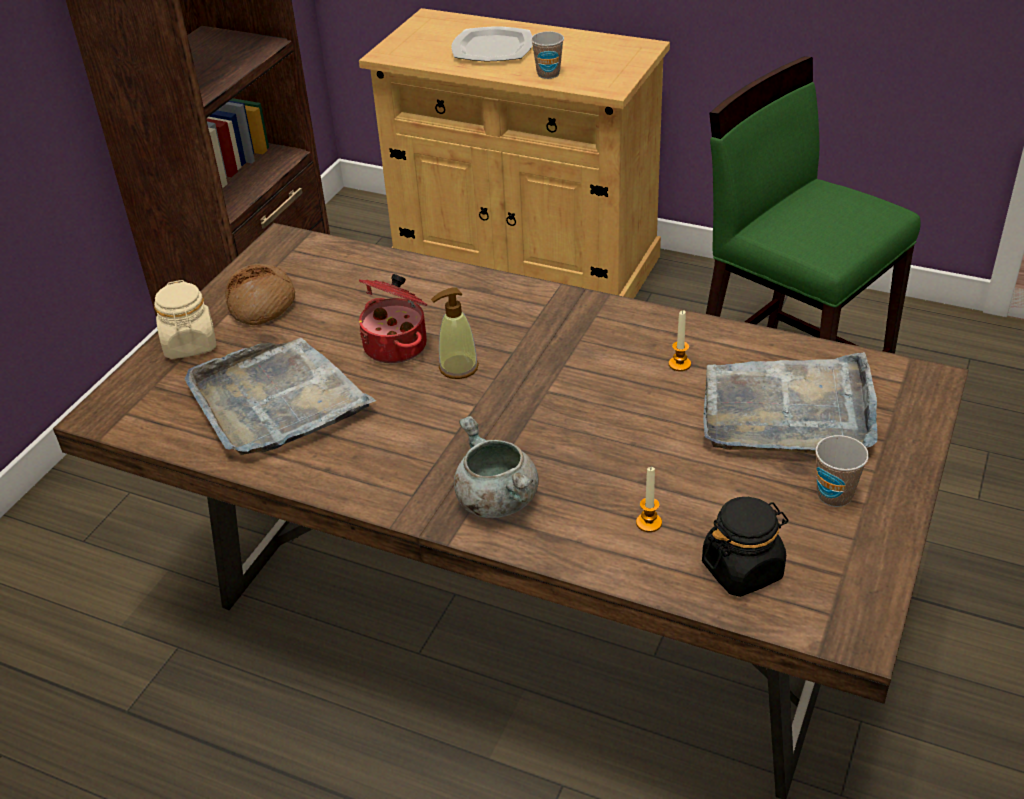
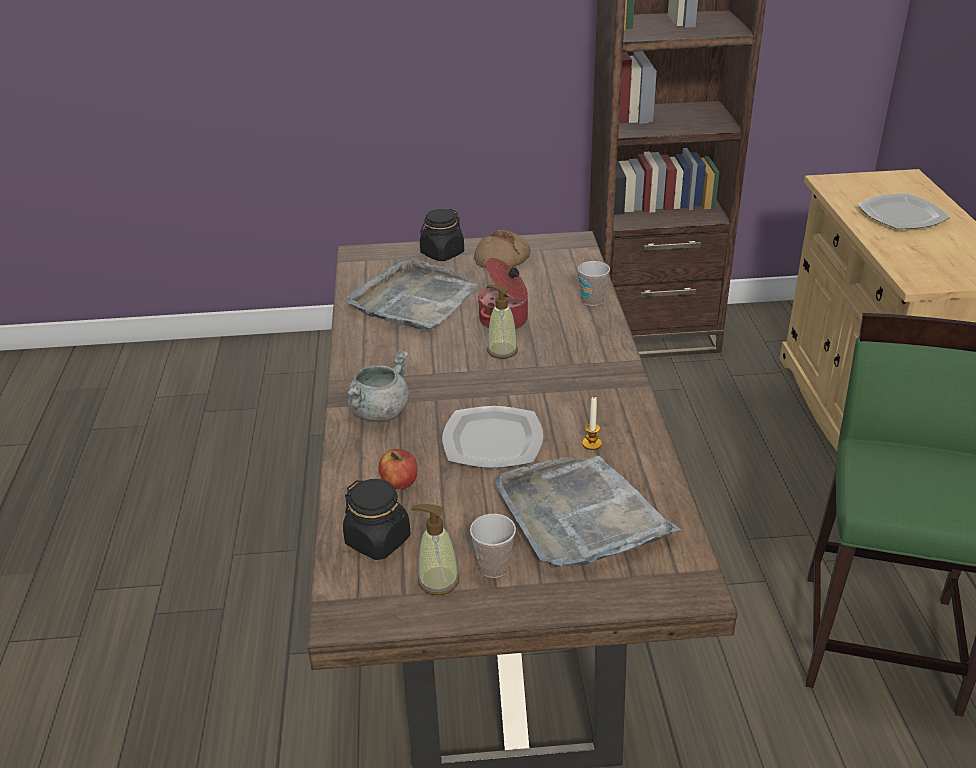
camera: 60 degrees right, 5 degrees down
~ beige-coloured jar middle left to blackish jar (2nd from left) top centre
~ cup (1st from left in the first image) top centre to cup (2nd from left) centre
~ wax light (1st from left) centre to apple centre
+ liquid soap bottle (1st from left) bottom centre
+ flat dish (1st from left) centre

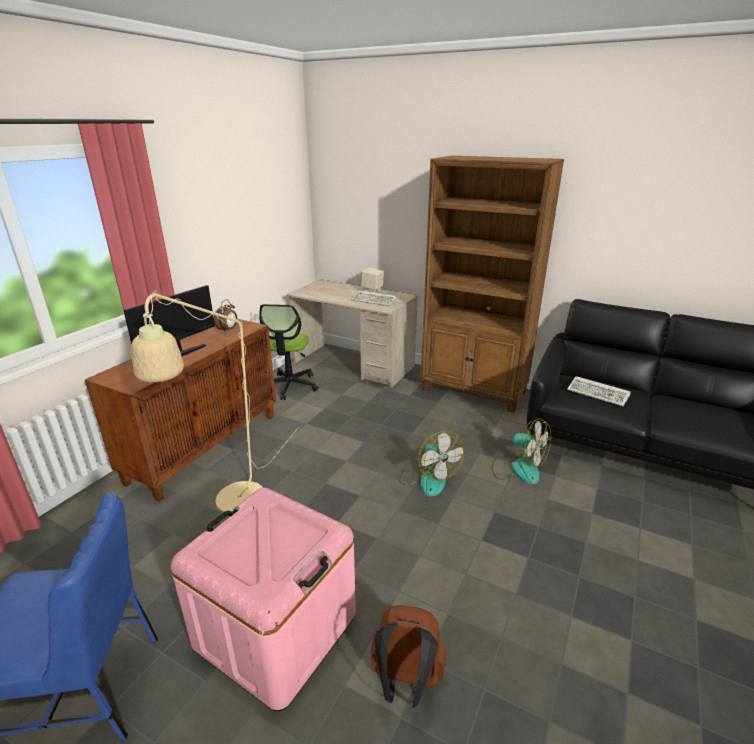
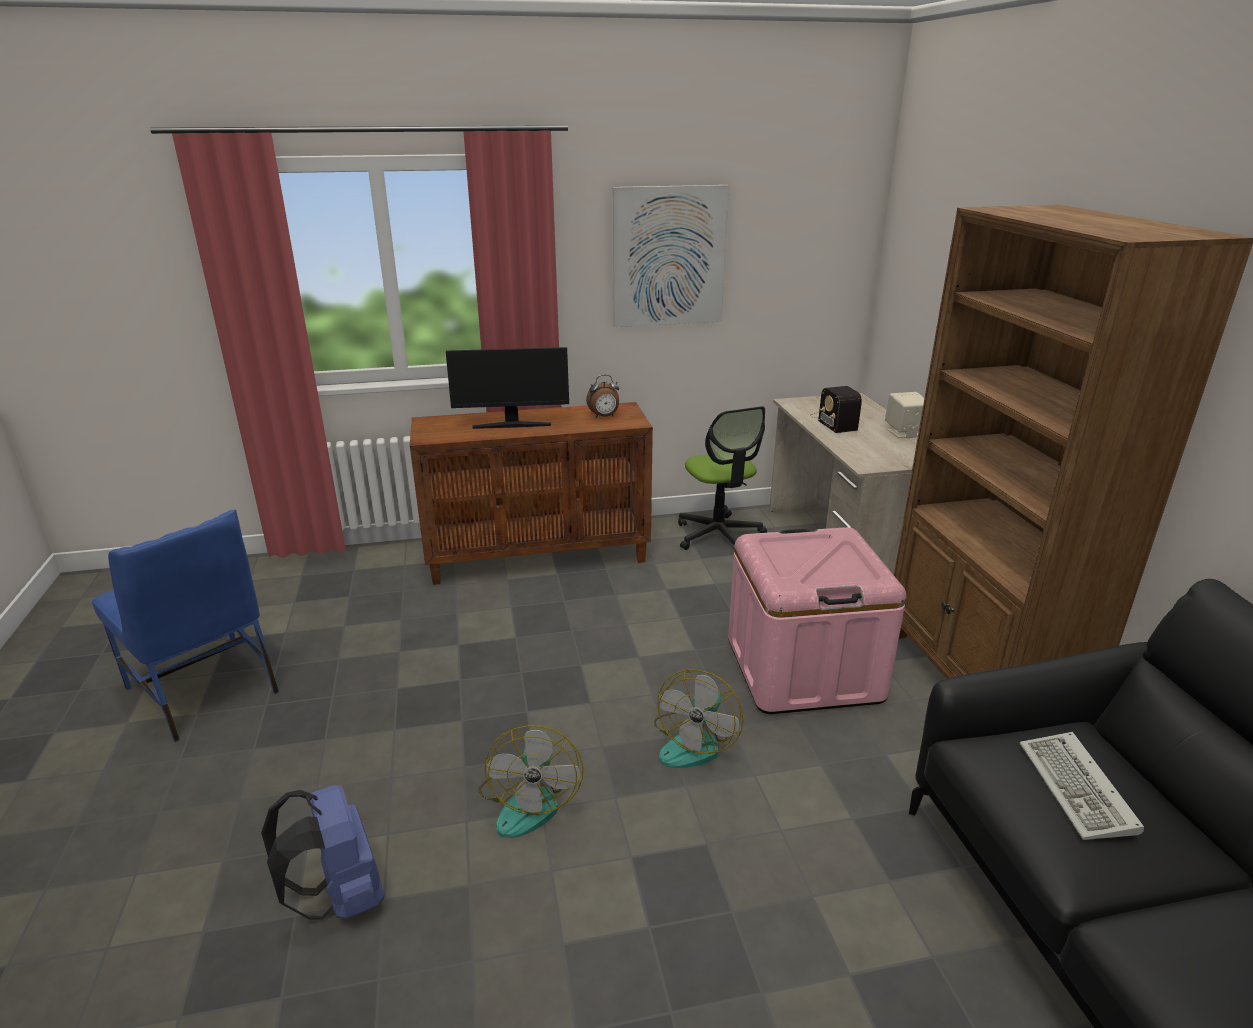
camera: 50 degrees right, 0 degrees up
- beige-coloured standard lamp middle left
~ pink-coloured storage container bottom centre to centre
~ office chair centre = centre 75 degrees counterclockwise
- PC keyboard (1st from left) centre
~ brownish backpack bottom centre to blue backpack bottom left
~ fan (2nd from left in the first image) middle right to fan (1st from left) bottom centre
+ picture top centre
+ radio set middle right

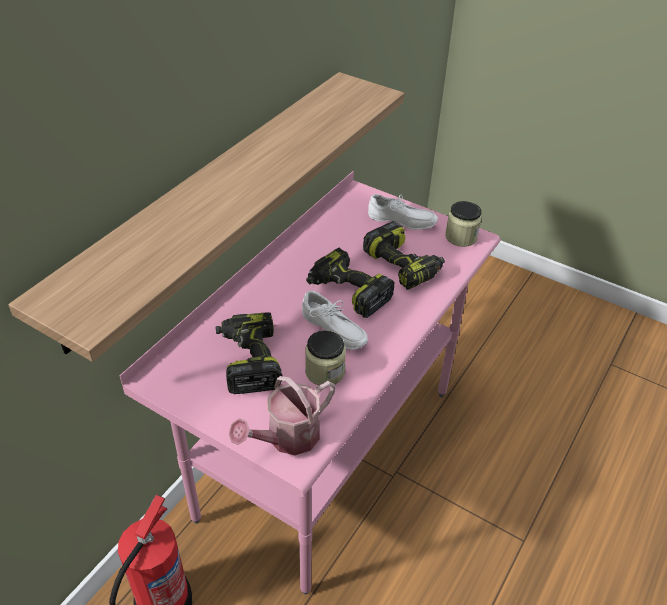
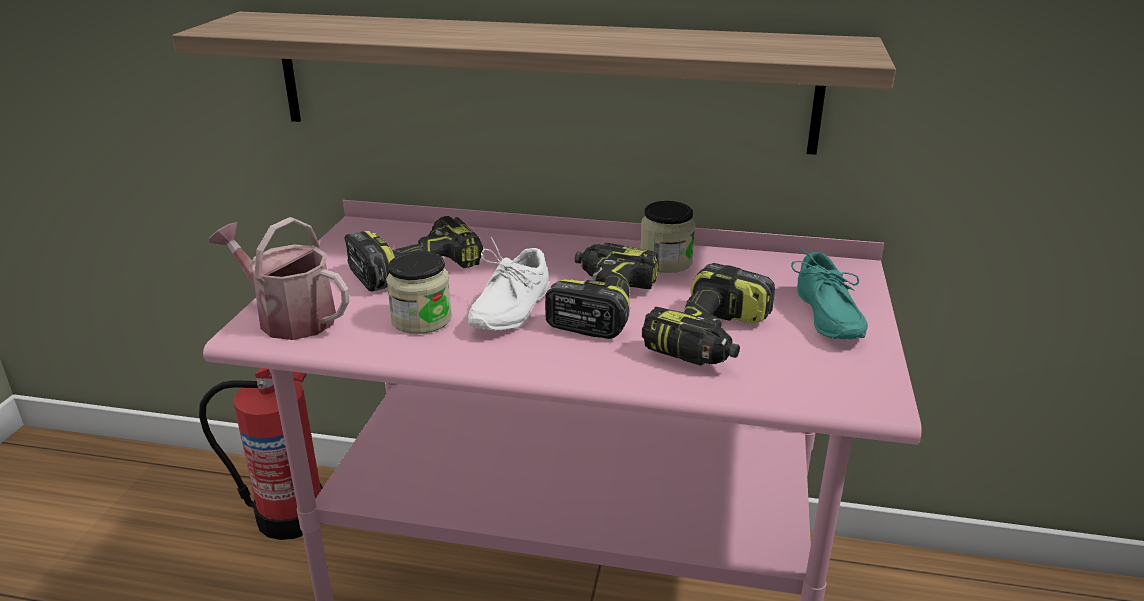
camera: 70 degrees right, 15 degrees down
~ white-coloured shoe (2nd from left) centre to turquoise shoe middle right
~ jar (2nd from left) middle right to centre

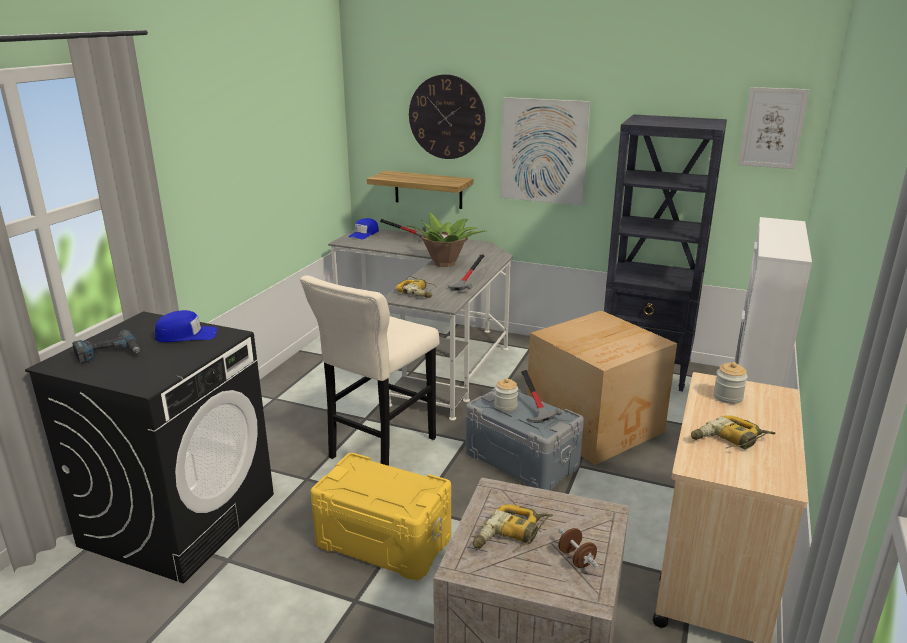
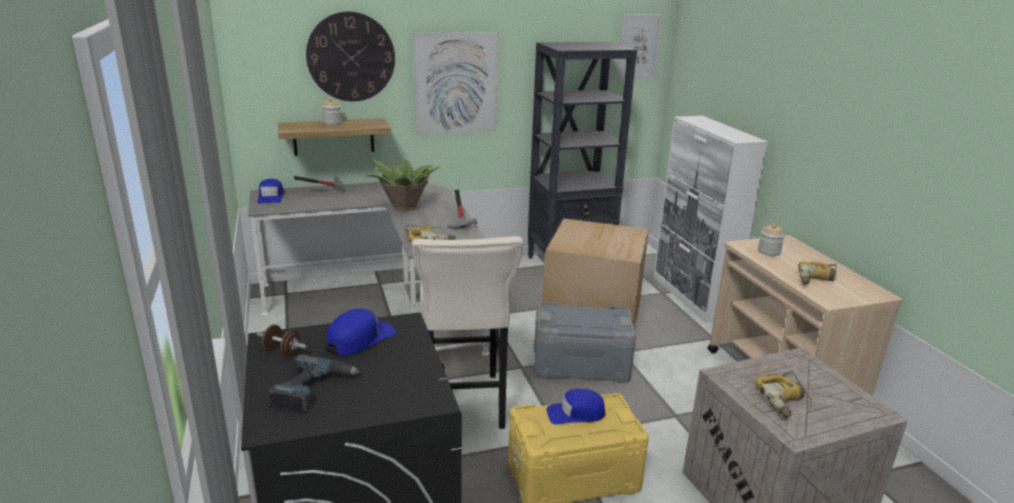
camera: 40 degrees left, 0 degrees up
~ jar (1st from left) centre to top left
- hammer (3rd from left) centre
~ brownish hand weight bottom centre to bottom left
+ blue peaked cap (3rd from left) bottom centre

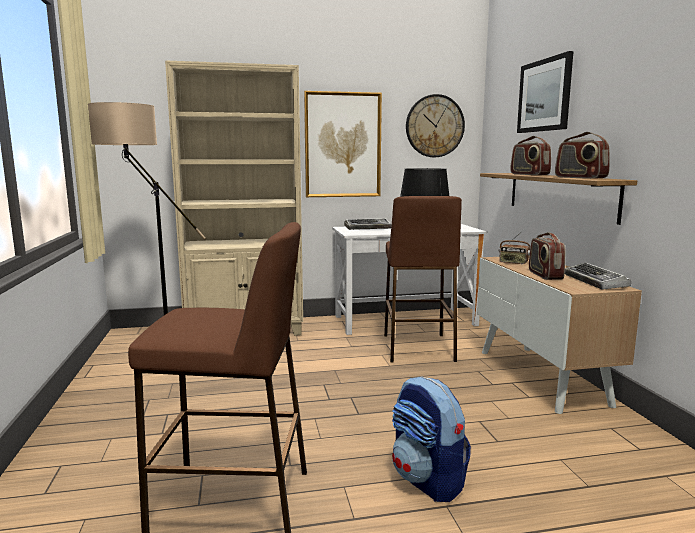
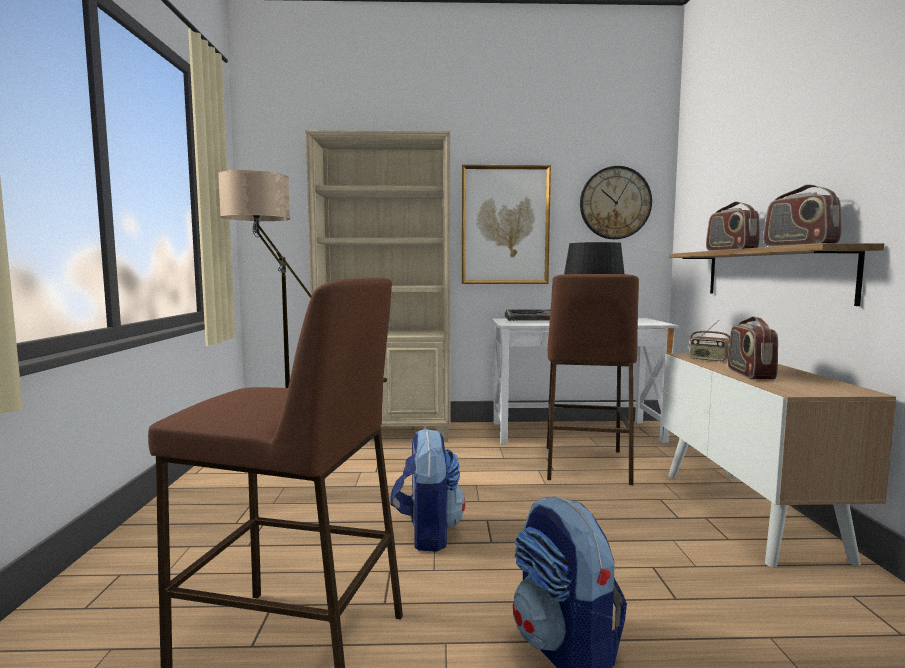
camera: 10 degrees right, 5 degrees down
- picture (2nd from left) top right
- PC keyboard (2nd from left) middle right
+ backpack (1st from left) bottom centre

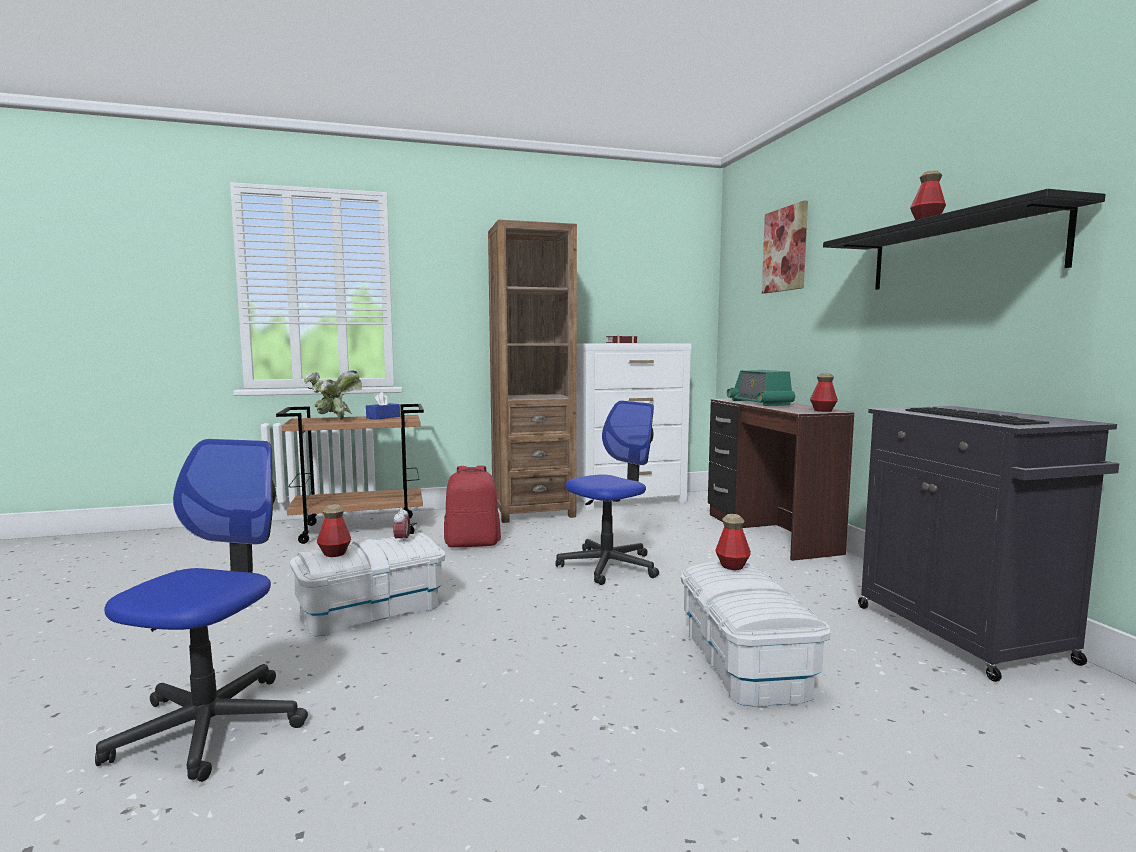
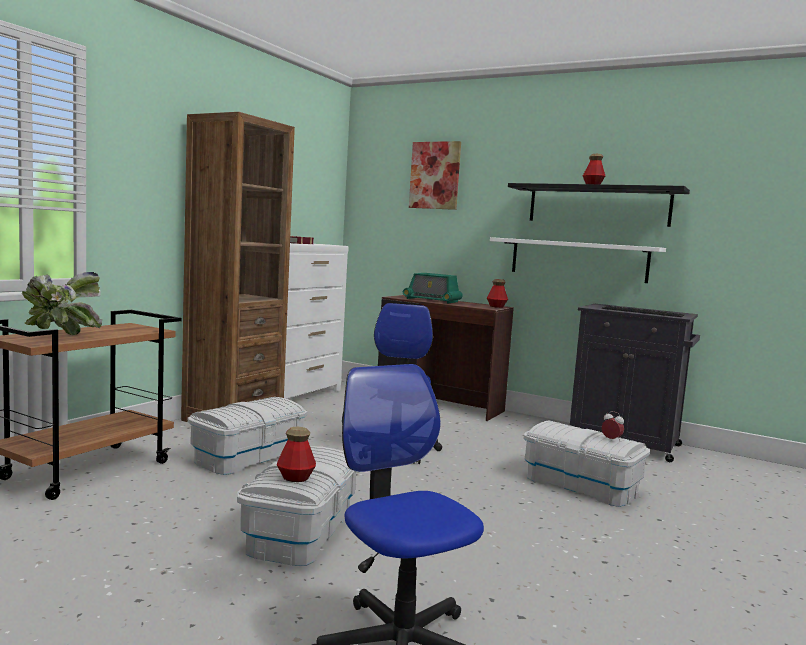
camera: 45 degrees left, 0 degrees up
- blue tissue holder centre
~ alarm clock centre to middle right
~ reddish backpack centre to white-coloured storage container (1st from left) bottom left
- bottle (2nd from left) centre
+ white-coloured shelf middle right

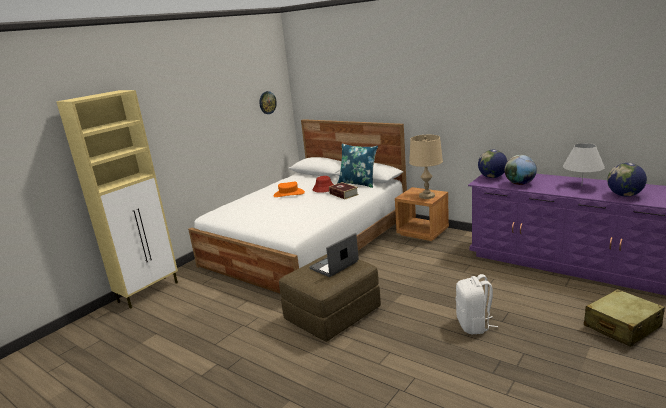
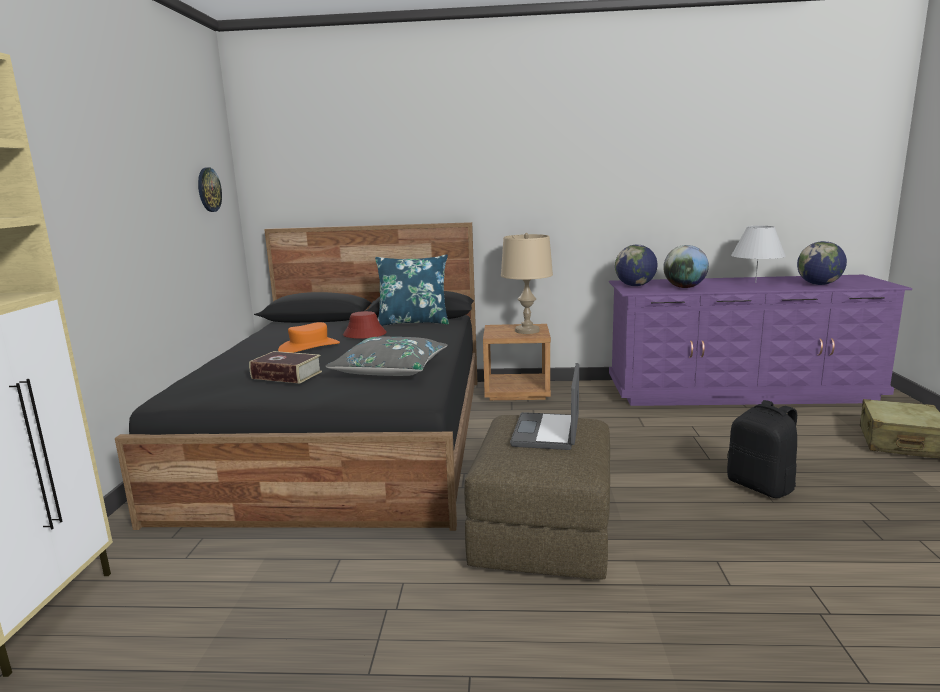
camera: 35 degrees left, 5 degrees down
~ white-coloured sleeping bed centre to blackish sleeping bed middle left
~ bound book centre to middle left
~ white-coloured backpack bottom right to blackish backpack middle right
+ grey throw pillow centre

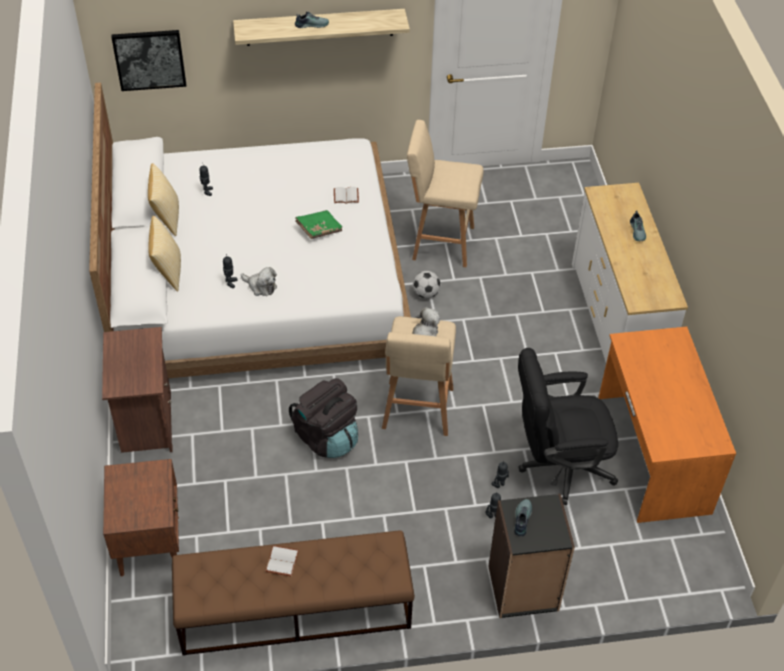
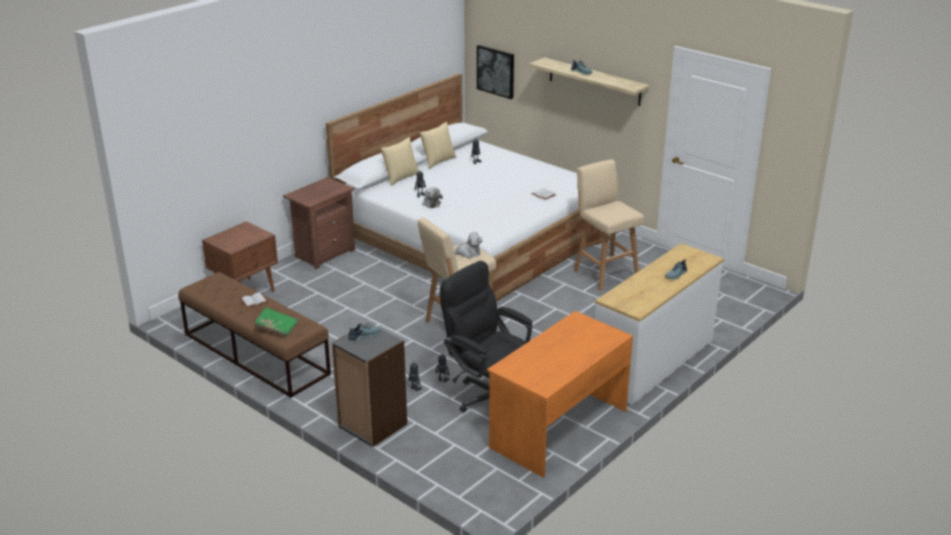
camera: 50 degrees right, 20 degrees down
- blackish backpack centre
~ green-coloured bound book centre to middle left
- football ball centre

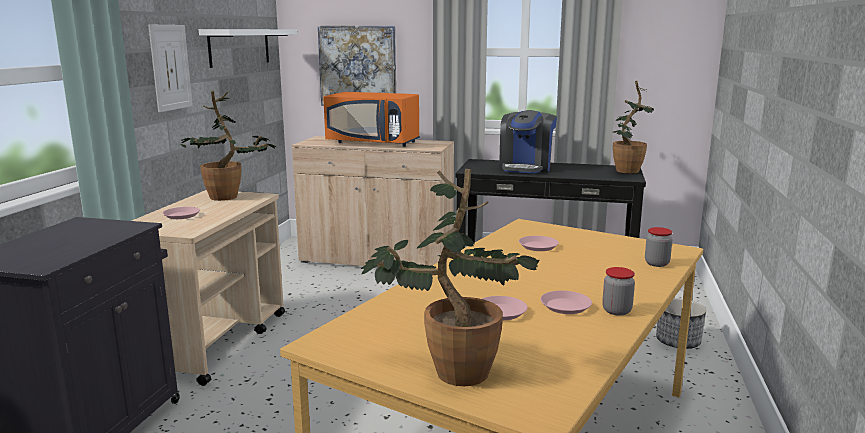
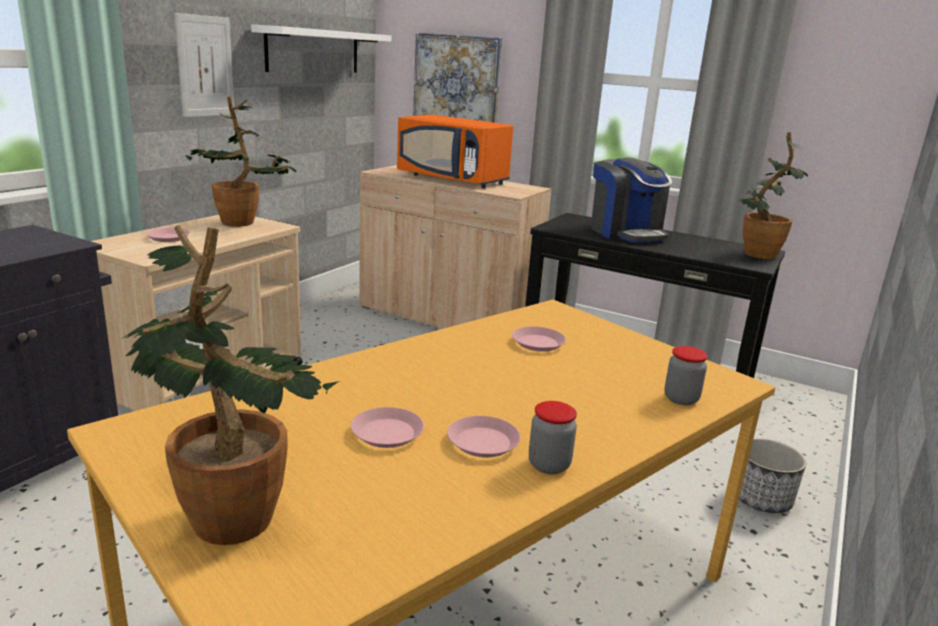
camera: 15 degrees right, 5 degrees up
~ coffee maker top centre = top right 60 degrees counterclockwise

